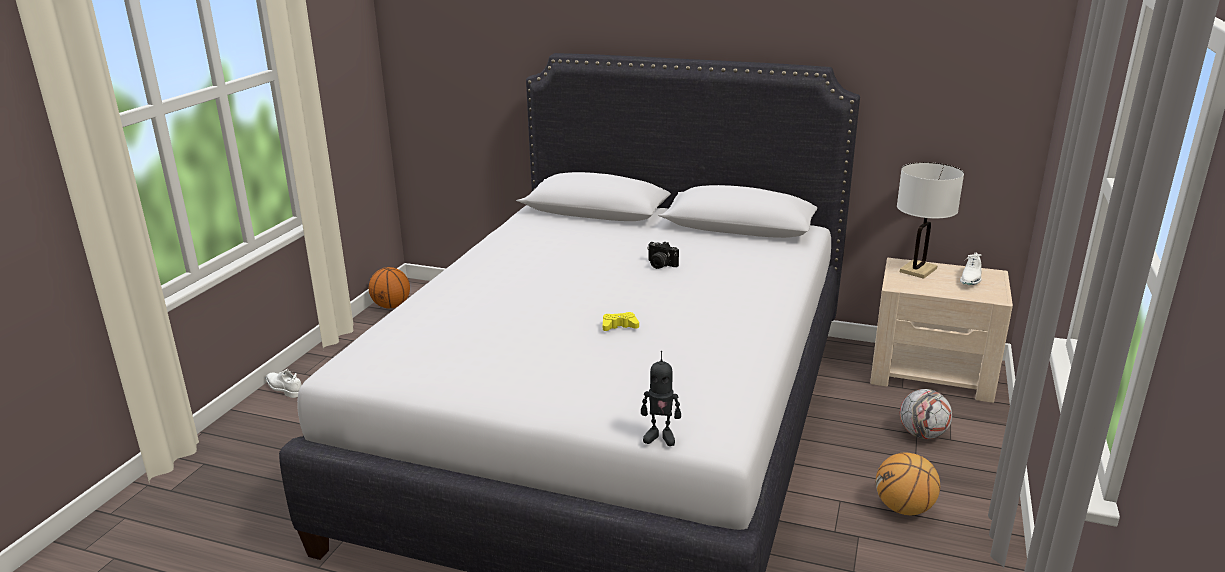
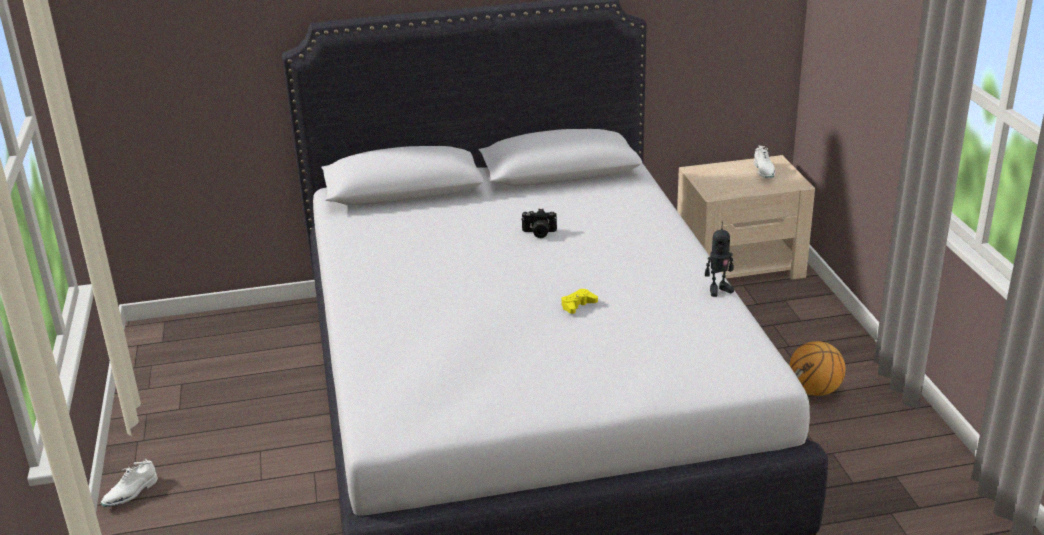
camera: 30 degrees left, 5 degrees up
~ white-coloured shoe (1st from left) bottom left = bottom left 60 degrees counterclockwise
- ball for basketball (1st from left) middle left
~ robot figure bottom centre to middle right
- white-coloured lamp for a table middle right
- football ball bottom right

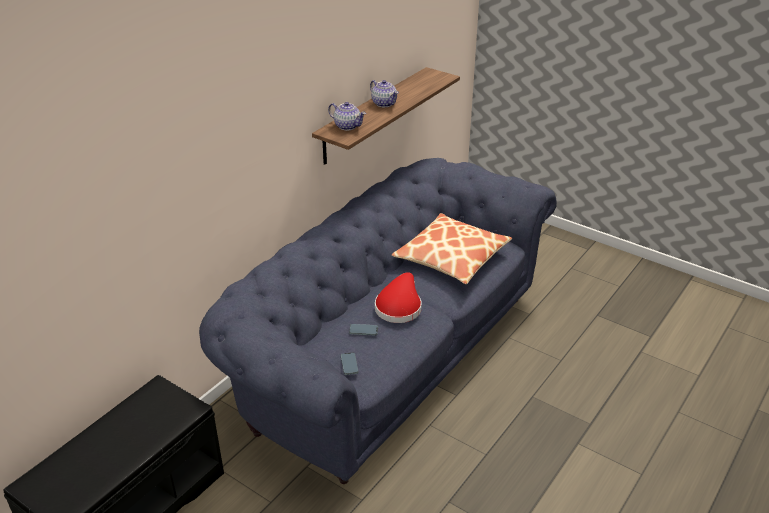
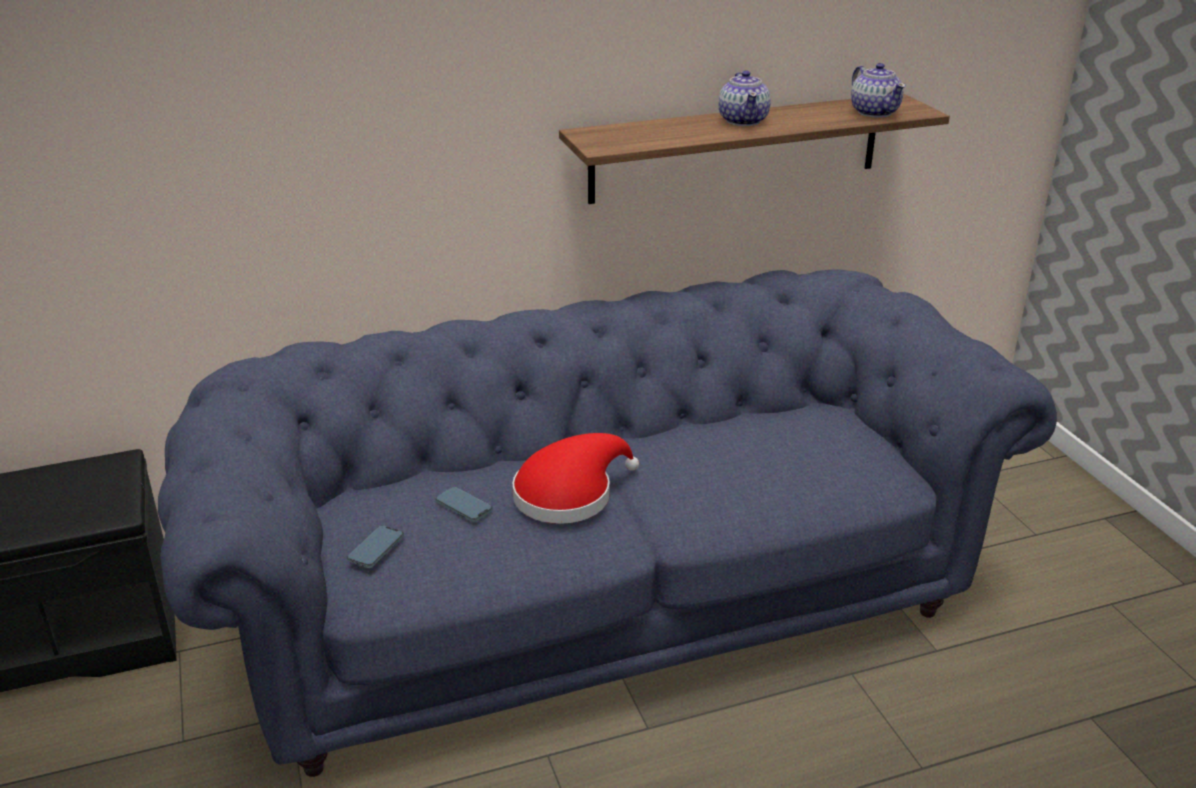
camera: 35 degrees right, 5 degrees down
~ tea pot (1st from left in the first image) top centre to tea pot (2nd from left) top right
- throw pillow centre

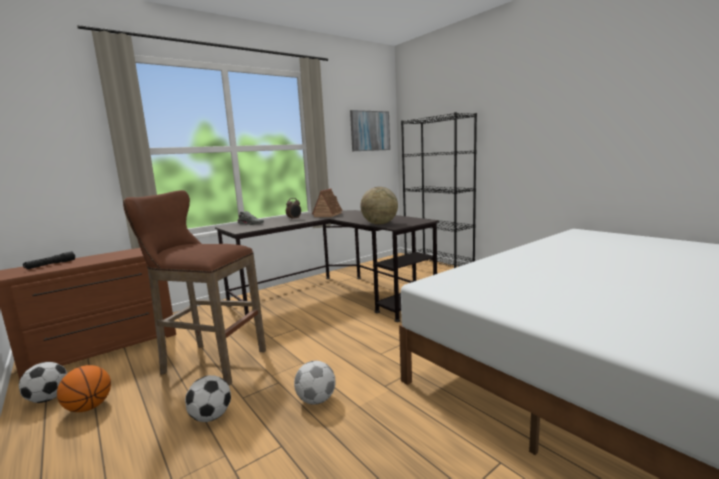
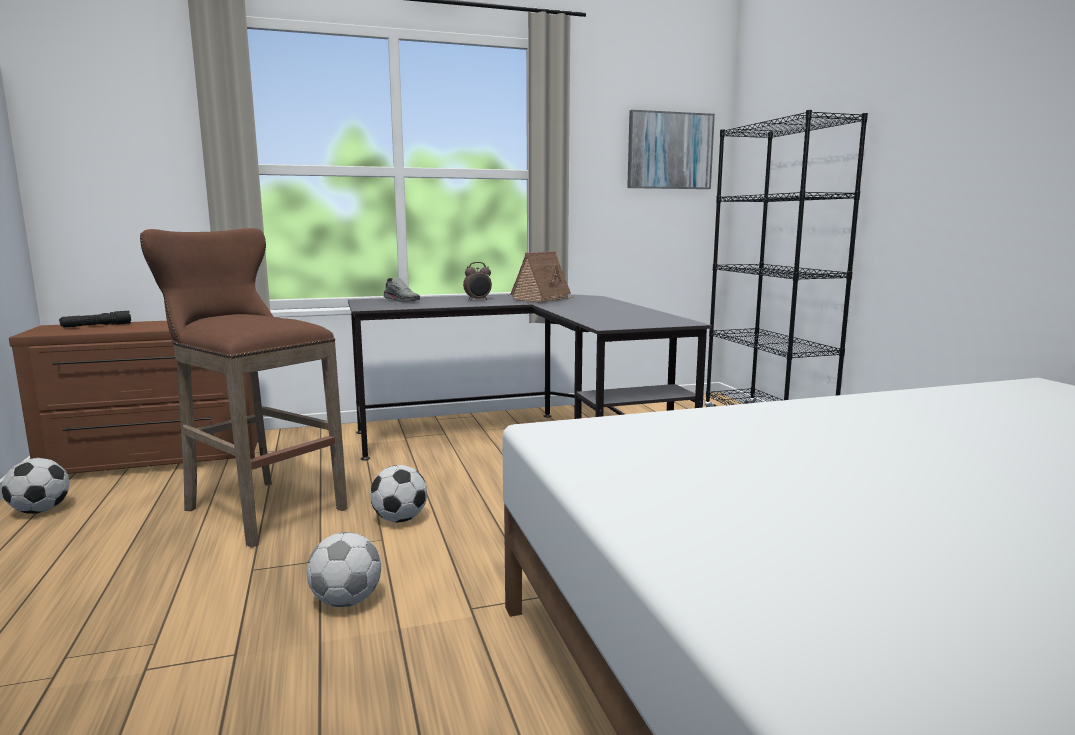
camera: 20 degrees right, 0 degrees up
- ball for basketball bottom left
~ football ball (2nd from left in the first image) bottom left to football ball (3rd from left) bottom centre
- desk globe centre

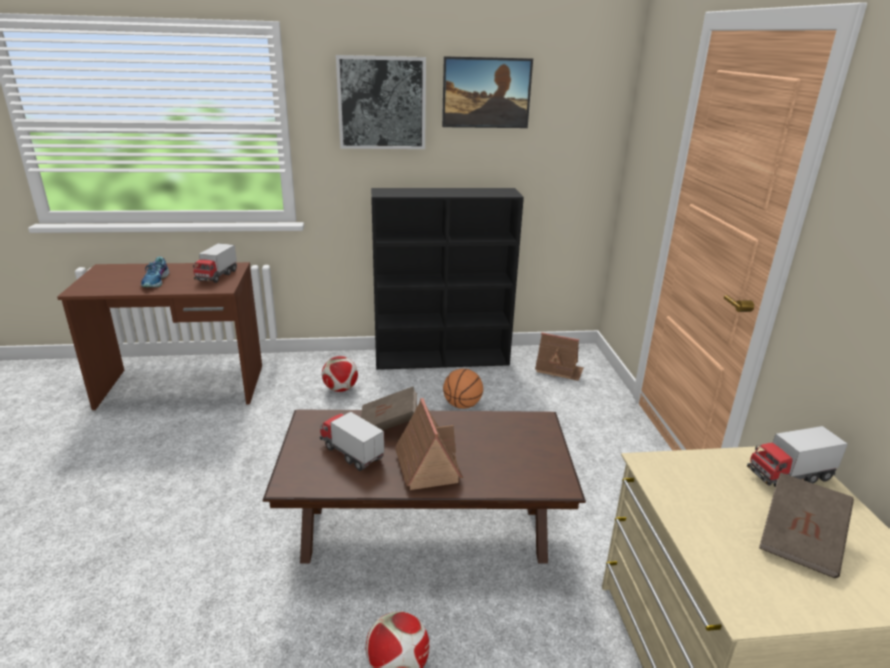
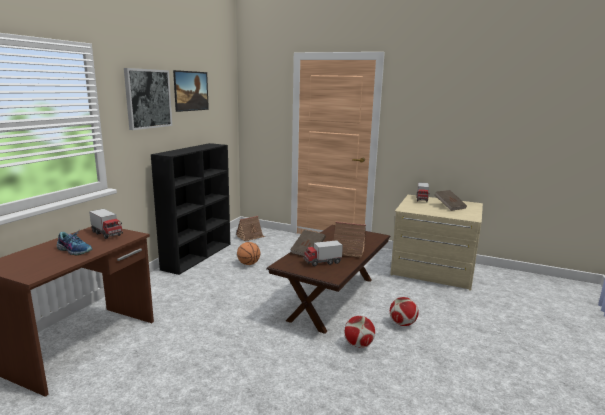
camera: 60 degrees left, 10 degrees down
~ football ball (1st from left) centre to bottom centre

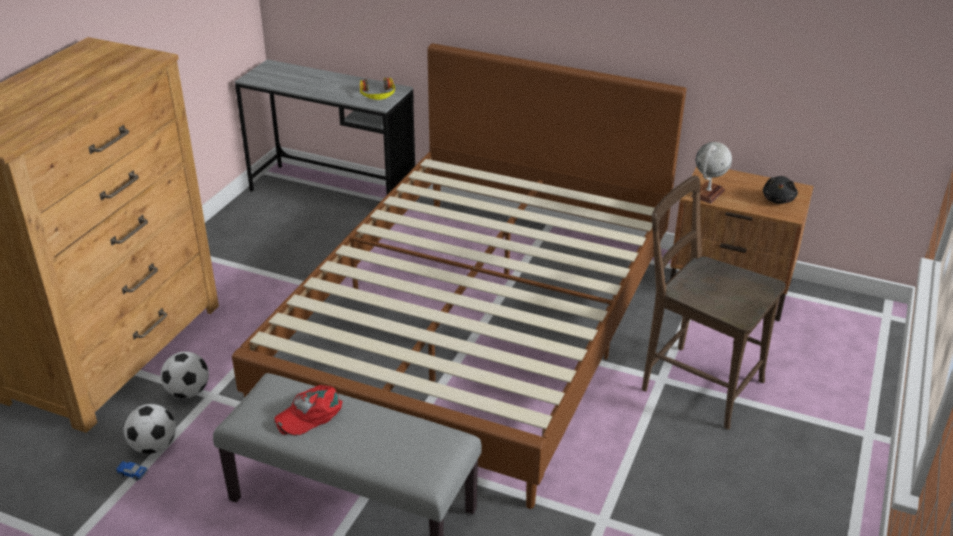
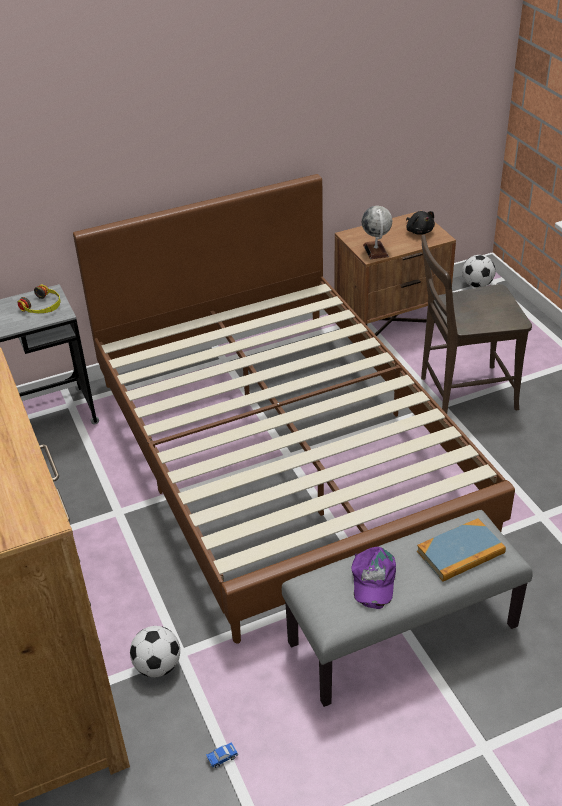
camera: 45 degrees left, 5 degrees up
~ football ball (1st from left in the first image) bottom left to football ball (2nd from left) middle right
~ reddish peaked cap bottom left to purple peaked cap bottom centre
+ bound book bottom right

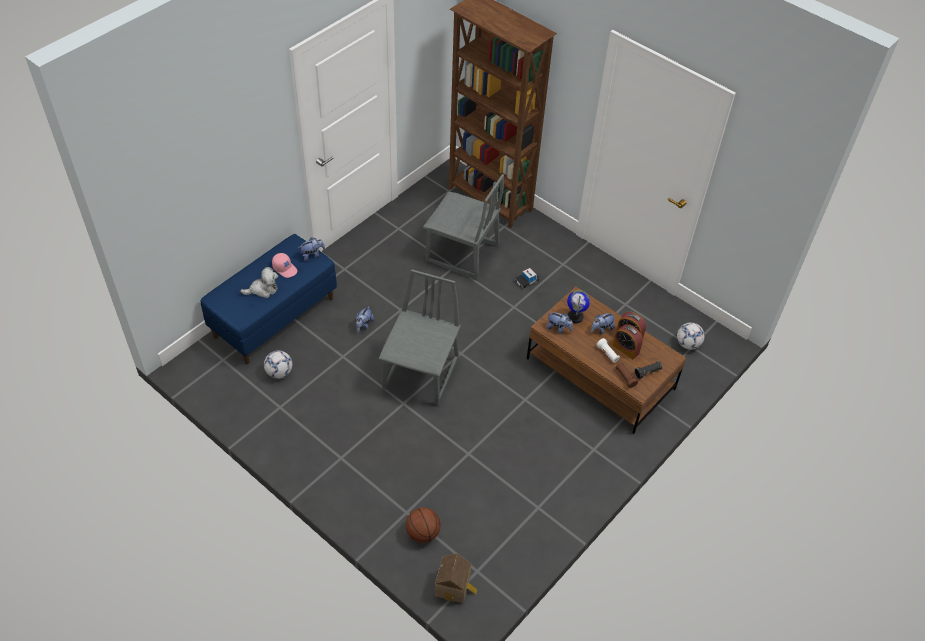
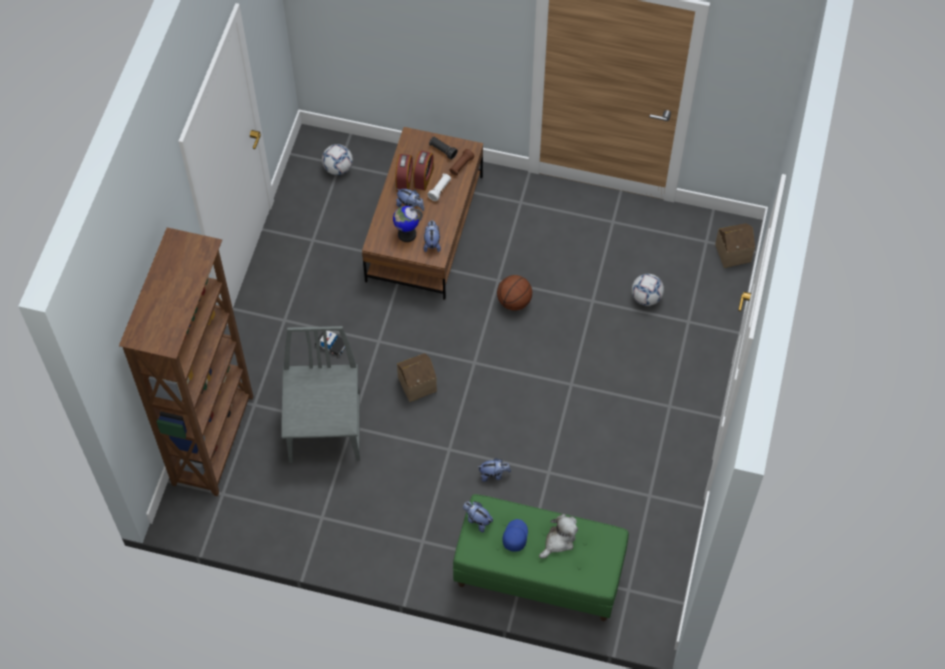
camera: 115 degrees left, 10 degrees up
~ blue indoor bench middle left to green-coloured indoor bench bottom centre
~ plush toy (1st from left in the first image) middle left = bottom centre 90 degrees clockwise
~ football ball (1st from left in the first image) middle left to football ball (2nd from left) middle right
~ pink-coloured peaked cap middle left to blue peaked cap bottom centre
- grey chair (1st from left) centre
~ ball for basketball bottom centre to centre
+ toy house (1st from left) centre

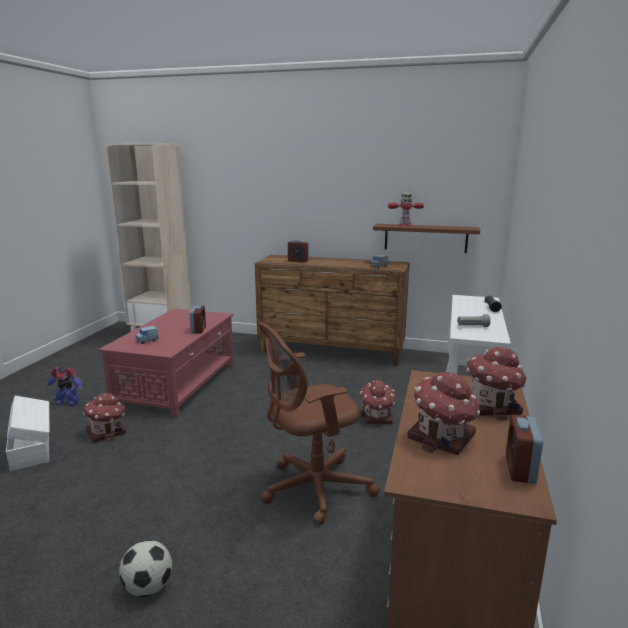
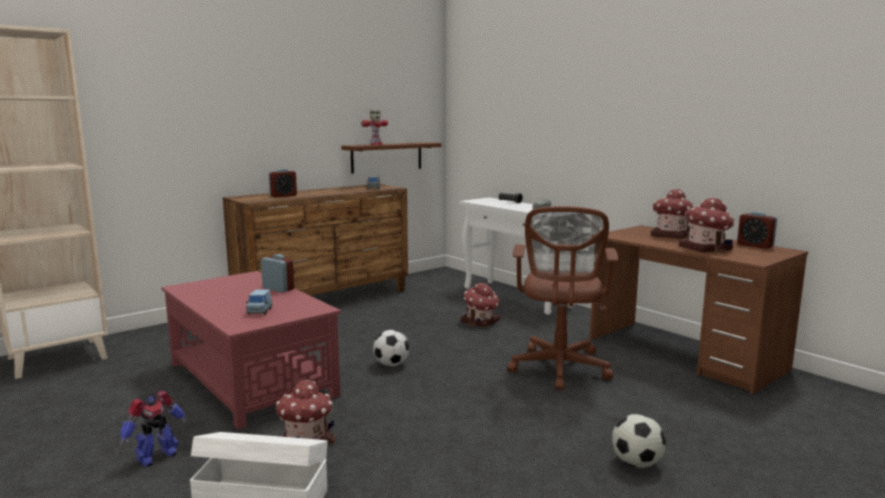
camera: 55 degrees left, 5 degrees down
+ football ball (1st from left) bottom centre

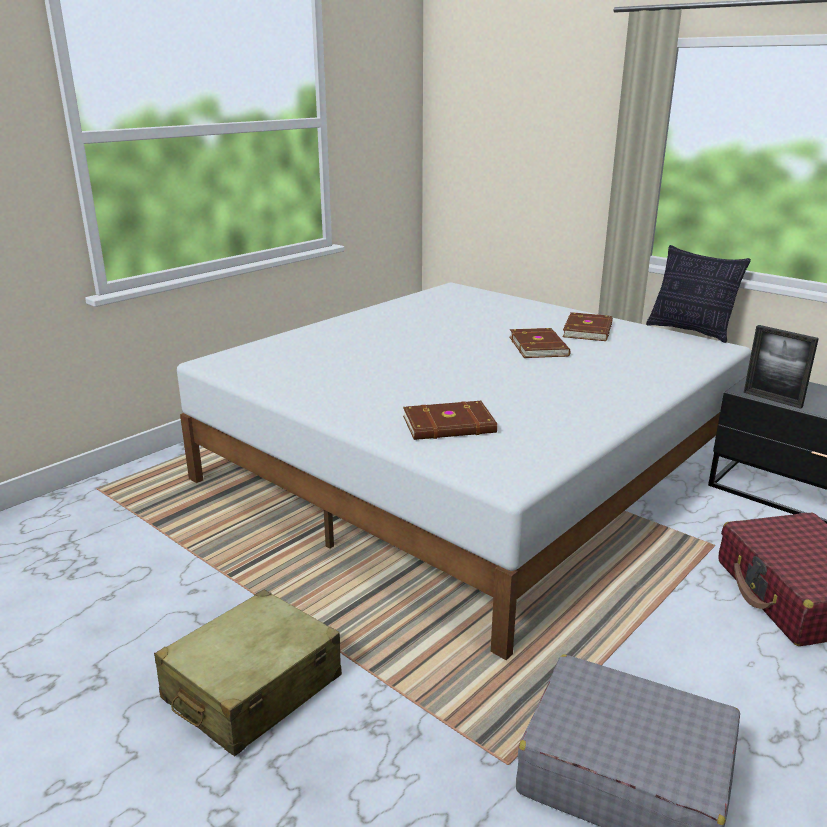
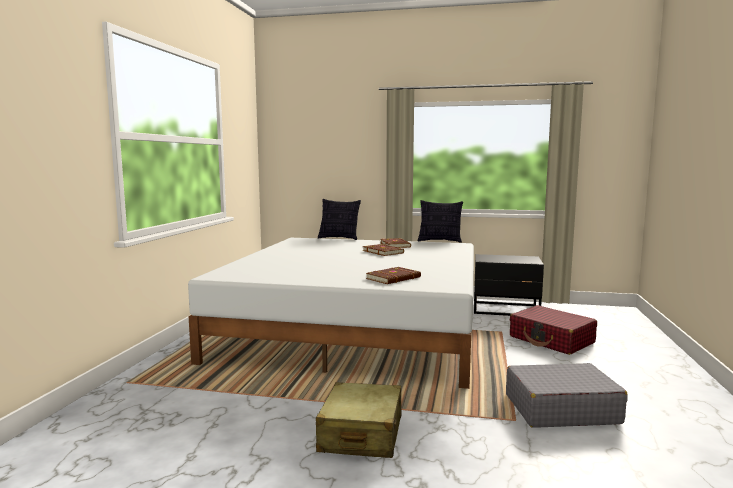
camera: 30 degrees left, 15 degrees down
- picture frame middle right
+ throw pillow (1st from left) centre

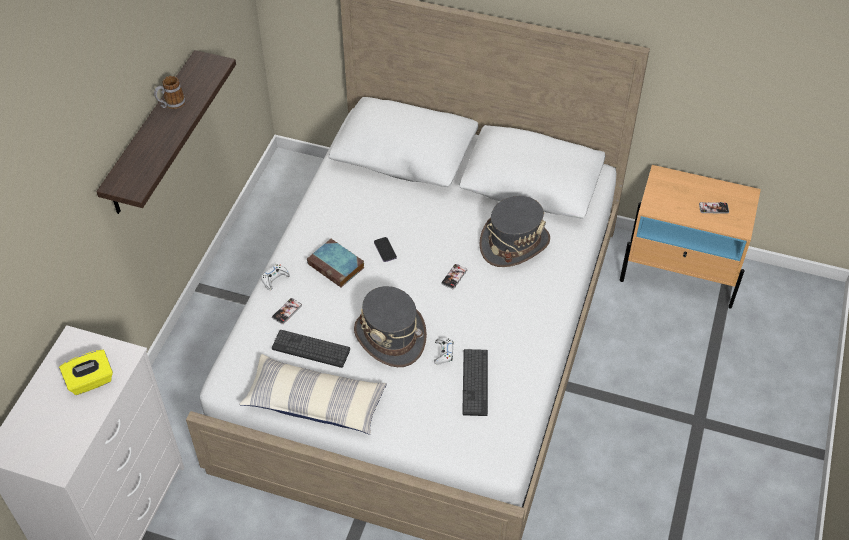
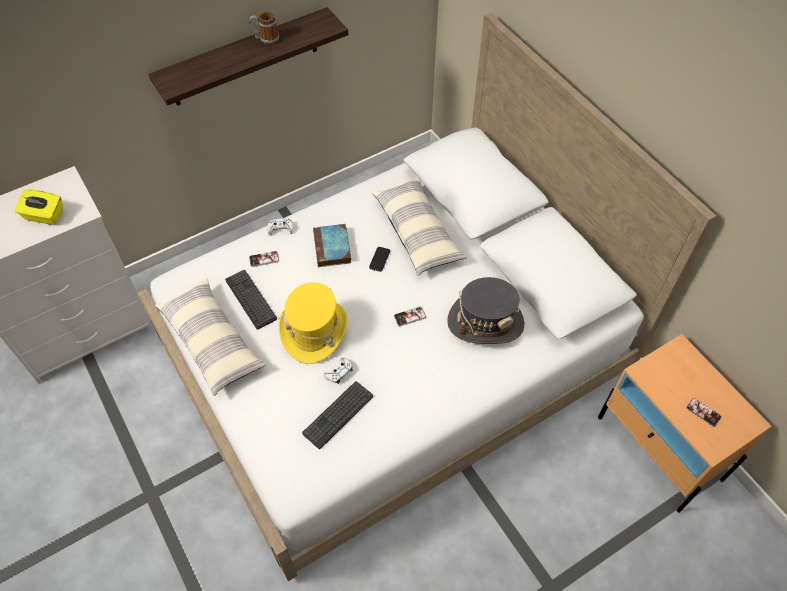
camera: 40 degrees right, 5 degrees up
~ grey wearable hat (1st from left) centre to yellowish wearable hat centre
+ throw pillow (2nd from left) centre

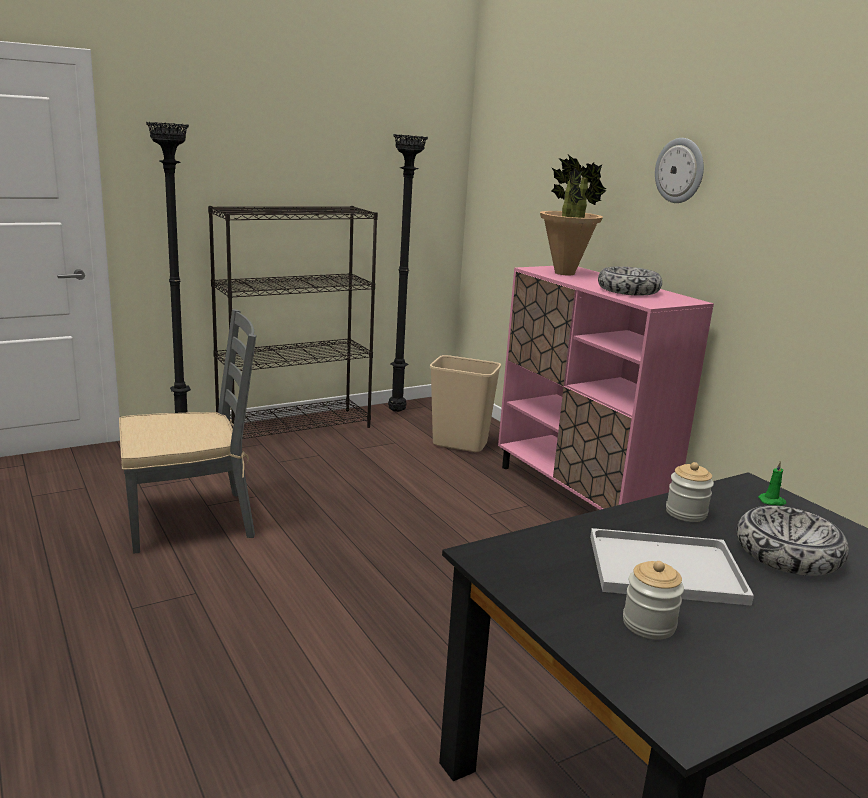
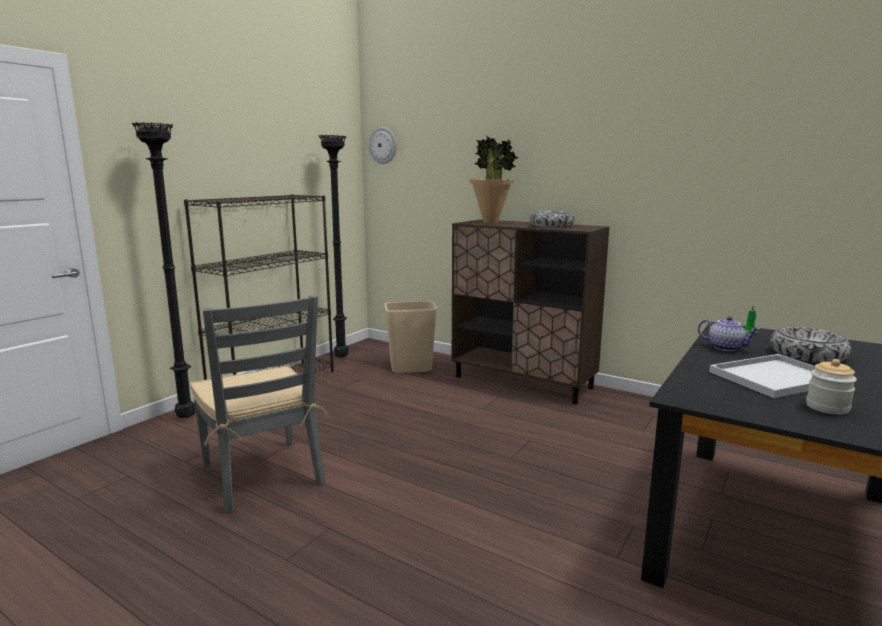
camera: 25 degrees left, 5 degrees down
~ grey chair middle left = middle left 105 degrees clockwise
~ pink-coloured cabinet middle right to brownish cabinet centre
~ hanging clock top right to top centre
~ jar (2nd from left) middle right to tea pot middle right

